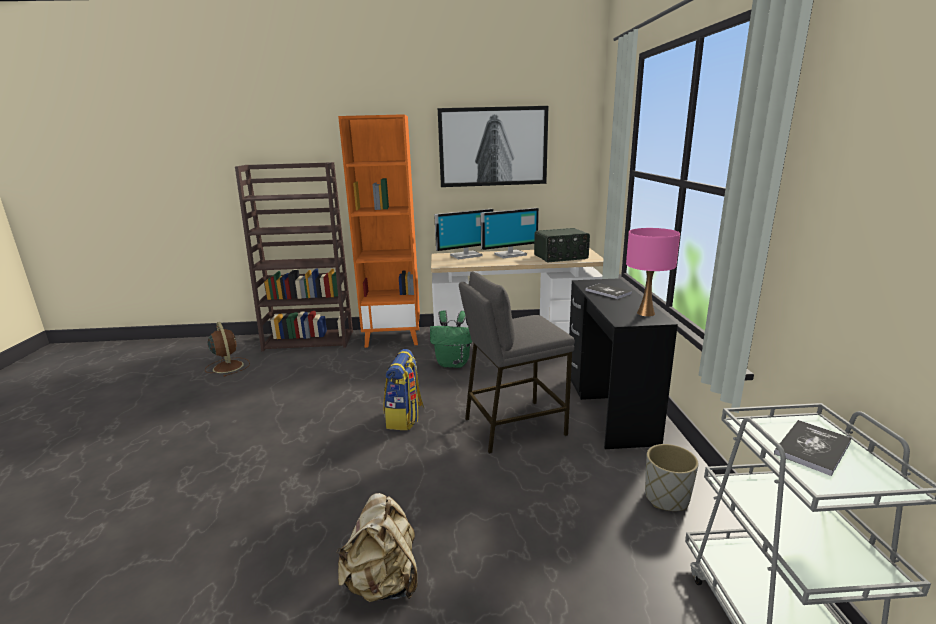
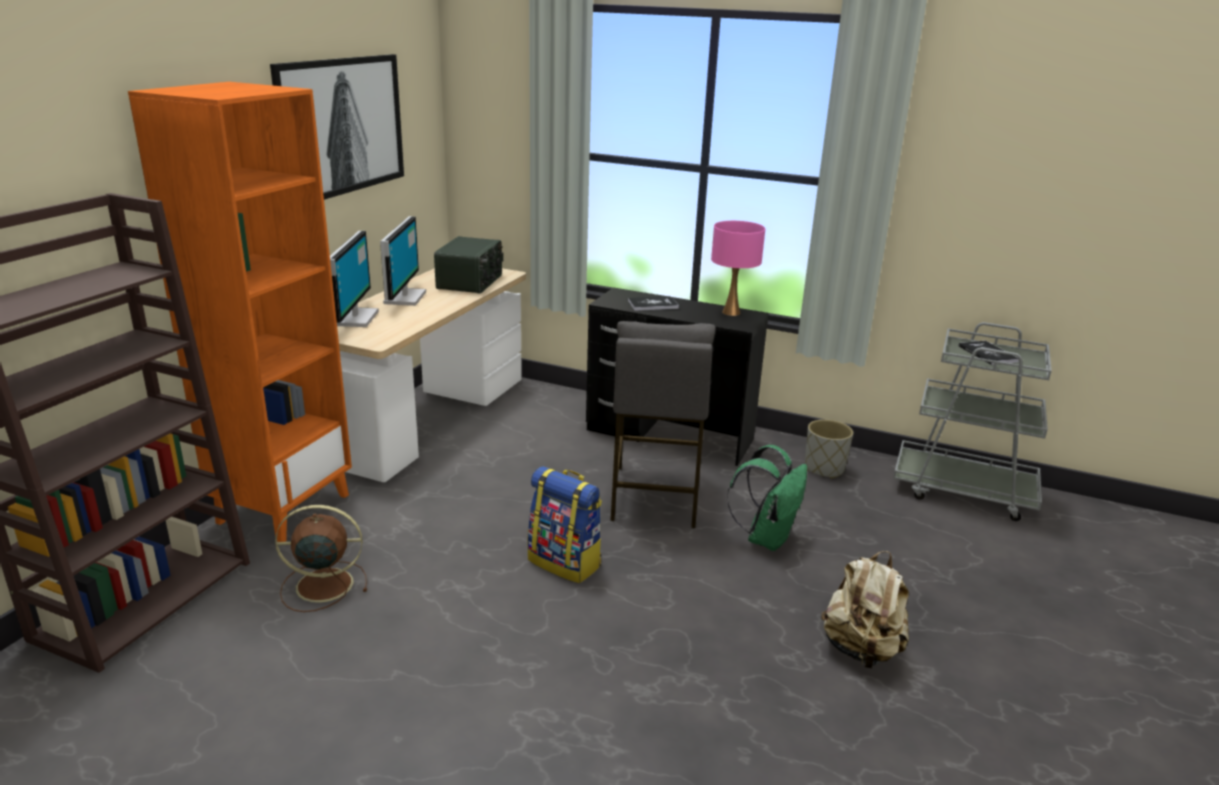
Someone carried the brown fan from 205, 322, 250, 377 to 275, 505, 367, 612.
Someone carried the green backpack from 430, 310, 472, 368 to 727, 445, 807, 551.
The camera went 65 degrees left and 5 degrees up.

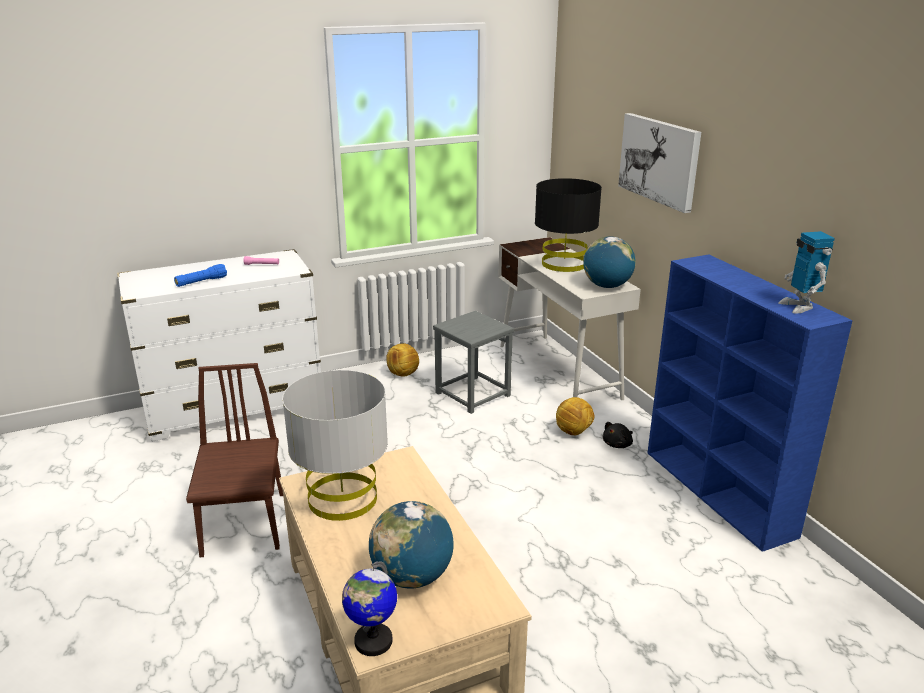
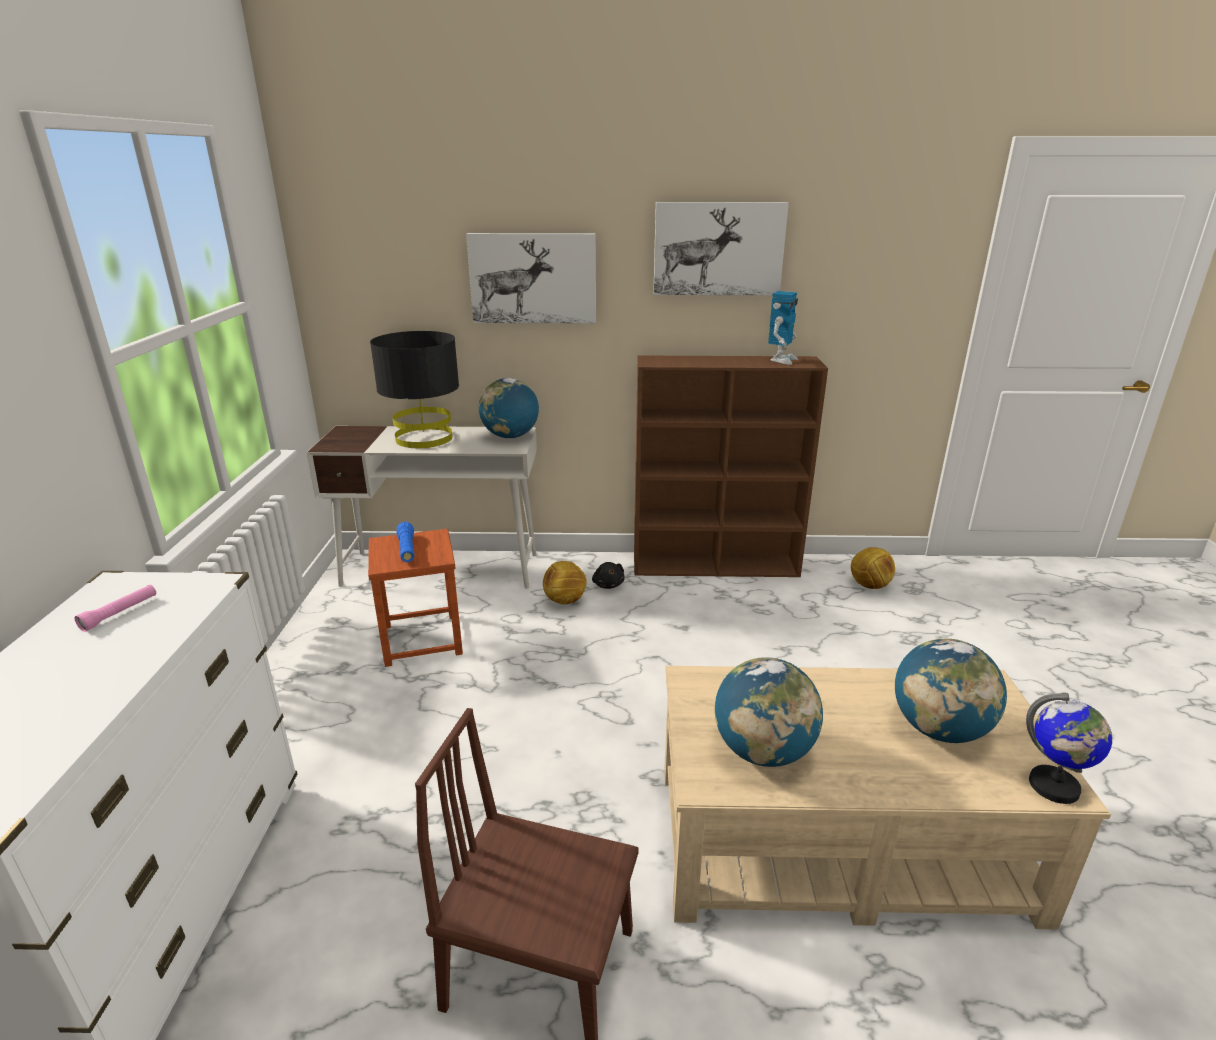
Someone carried the blue flashlight from 174, 264, 227, 287 to 397, 522, 414, 562.
Someone swapped the grey table lamp at 282, 370, 388, 521 for the globe at 715, 657, 823, 767.
Someone carried the football from 386, 344, 419, 377 to 851, 547, 895, 589.
Someone repainted the grey stool at 433, 311, 514, 414, which became the brown stool at 368, 529, 463, 667.
Someone repainted the blue bookcase at 647, 255, 853, 552, which became the brown bookcase at 634, 355, 828, 577.
Someone rotated the toy robot at 778, 231, 835, 314 by 75 degrees counterclockwise.
Someone put up the picture at 653, 202, 789, 295.
The camera went 65 degrees left and 0 degrees up.

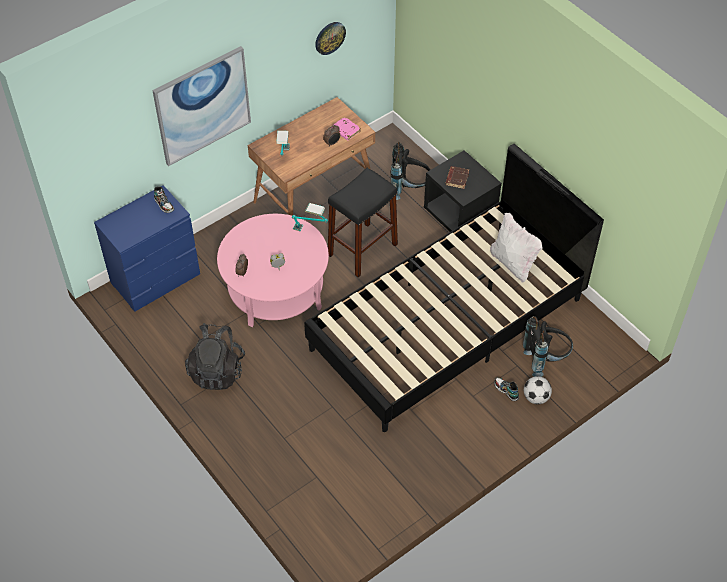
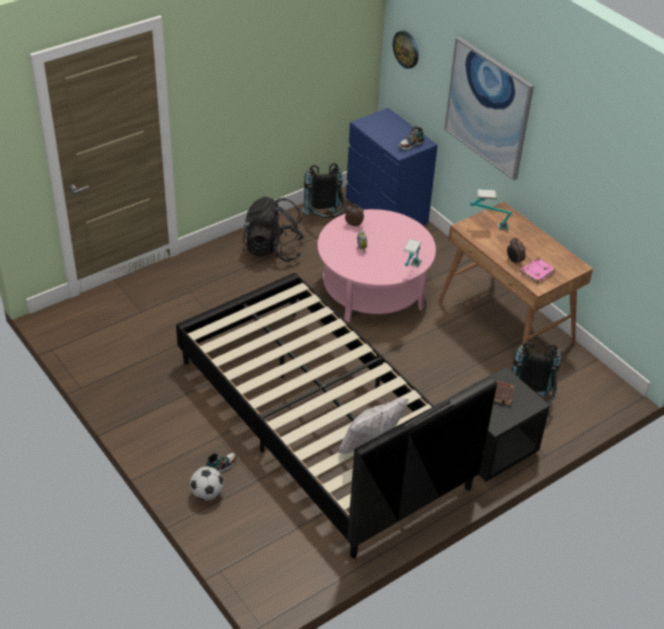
Someone carried the wall clock from 315, 22, 346, 55 to 393, 31, 419, 69.
Someone took away the black stool at 328, 168, 398, 277.
Someone carried the black backpack from 523, 316, 573, 377 to 302, 163, 345, 218.
The camera went 90 degrees right and 10 degrees down.

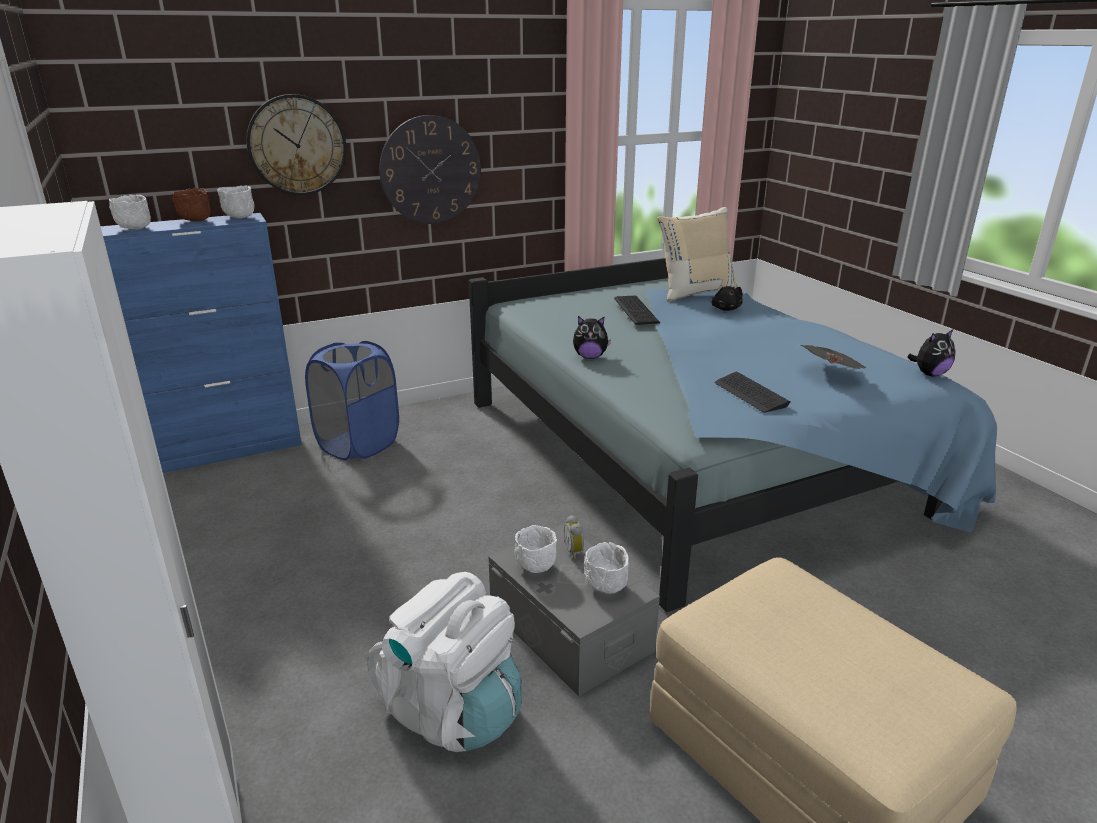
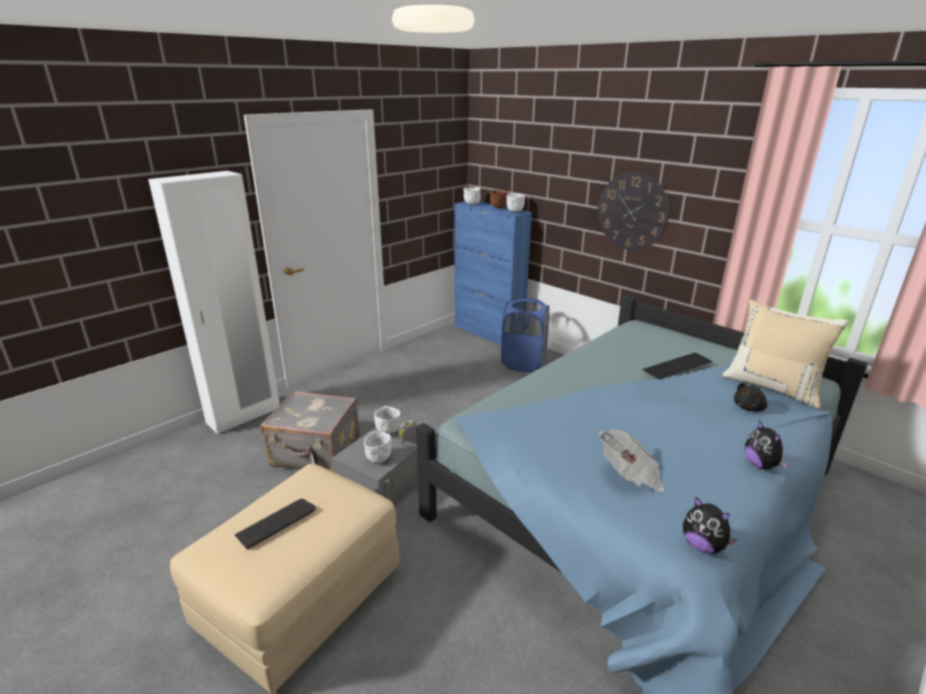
Someone took away the wall clock at 246, 94, 346, 195.
Someone swapped the white backpack at 367, 572, 522, 752 for the grey suitcase at 261, 391, 360, 472.
Someone carried the plush toy from 573, 316, 611, 359 to 745, 420, 788, 470.
Someone carried the keyboard from 715, 371, 791, 413 to 235, 499, 316, 549.
The camera went 70 degrees right and 0 degrees up.

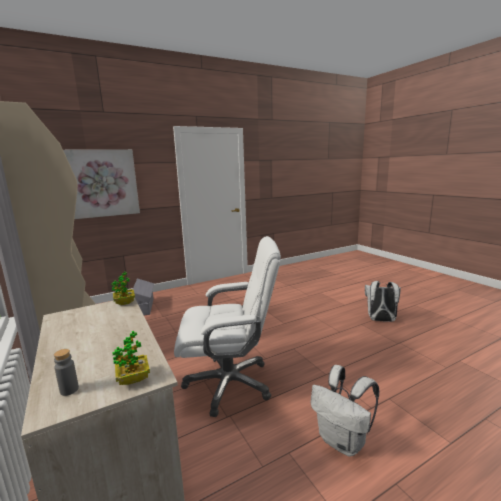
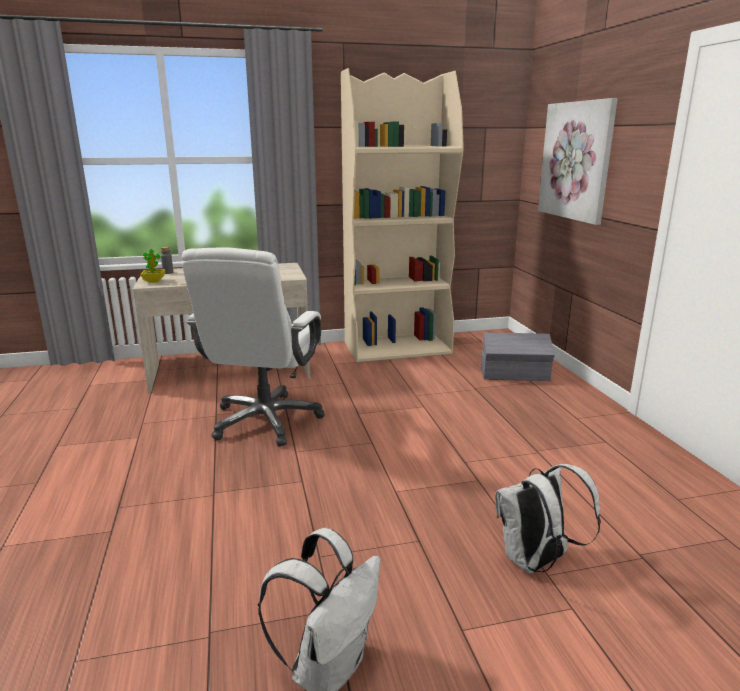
Someone took away the potted plant at 111, 271, 135, 305.
Someone carried the white backpack from 311, 365, 379, 457 to 495, 464, 601, 573.
The camera went 105 degrees right and 5 degrees up.

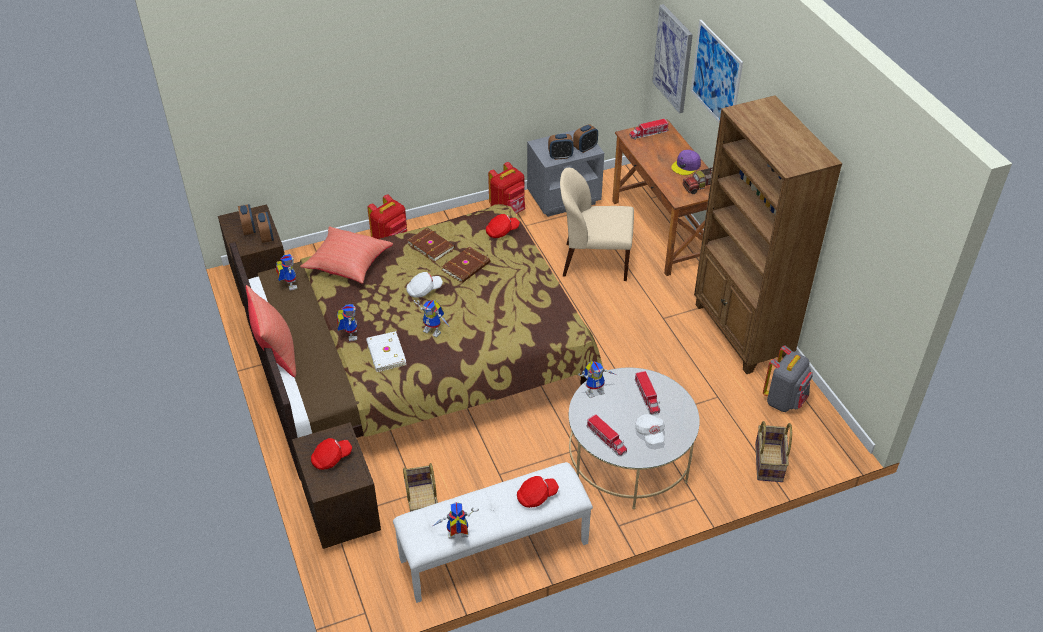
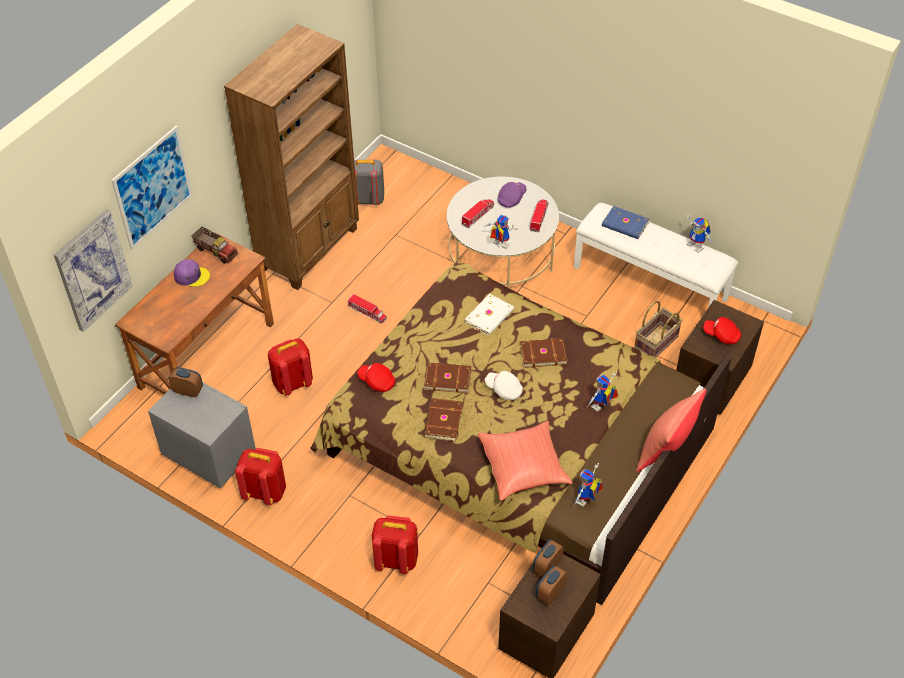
Someone carried the white book from 366, 331, 406, 372 to 465, 294, 514, 336.
Someone swapped the toy robot at 414, 300, 450, 337 for the brown book at 520, 338, 567, 368.
Someone swapped the red cap at 517, 476, 559, 508 for the blue book at 602, 206, 649, 239.
Someone took away the alarm clock at 548, 134, 574, 160.
Someone swapped the beige chair at 560, 168, 634, 281 for the red backpack at 268, 338, 313, 396.
Someone carried the toy truck from 629, 119, 669, 140 to 348, 294, 387, 323.
Someone repainted the white cap at 635, 414, 665, 444, which became the purple cap at 497, 182, 526, 208.
Someone took away the basket at 755, 421, 792, 482.
The camera went 125 degrees left and 5 degrees up.

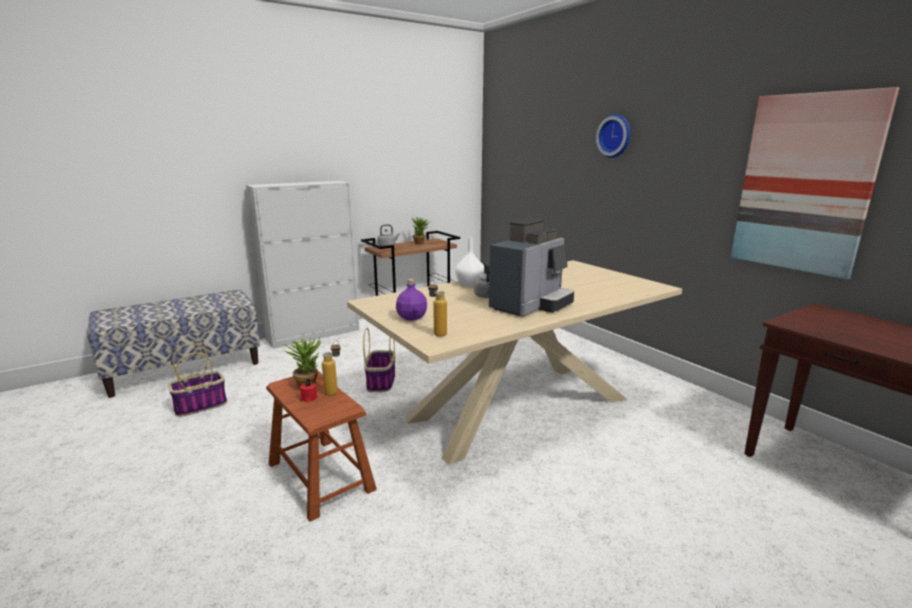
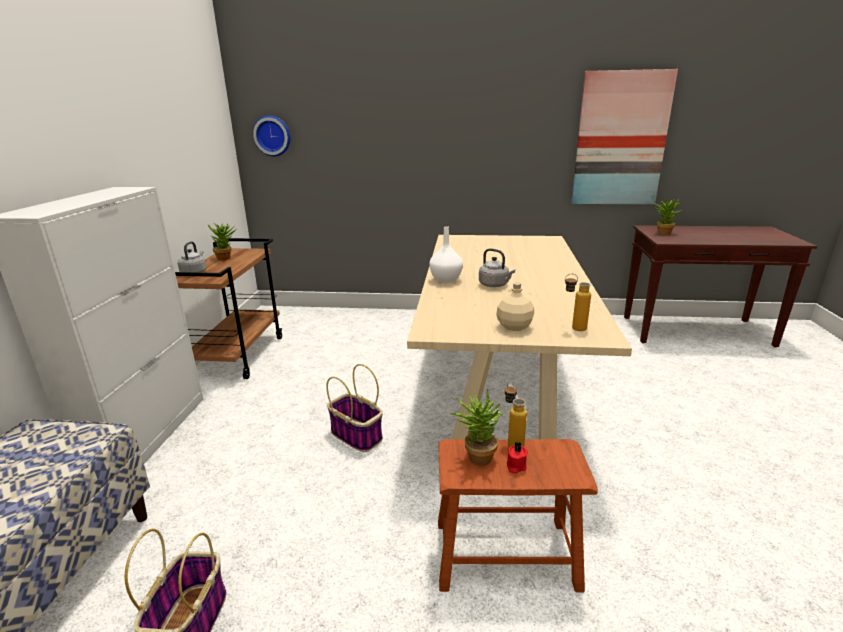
Someone repainted the purple bottle at 396, 279, 427, 321, which became the beige bottle at 496, 282, 534, 331.
Someone took away the coffee machine at 489, 218, 574, 317.
Someone carried the wall clock from 596, 114, 631, 158 to 253, 115, 290, 157.
Someone put down the potted plant at 653, 198, 682, 235.
The camera went 50 degrees left and 5 degrees up.

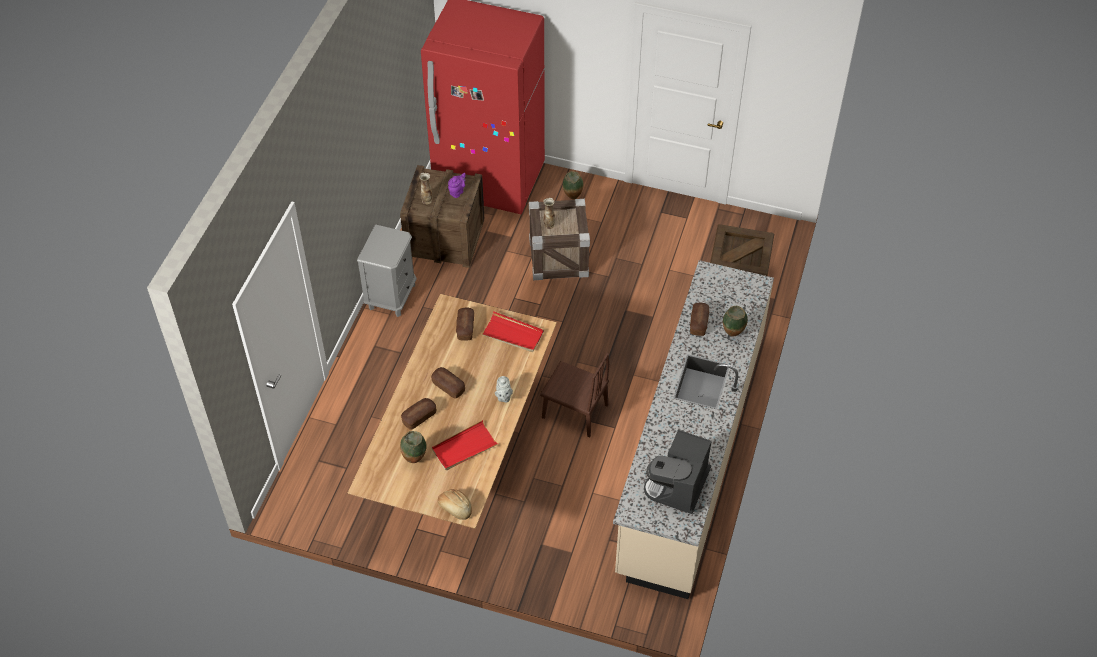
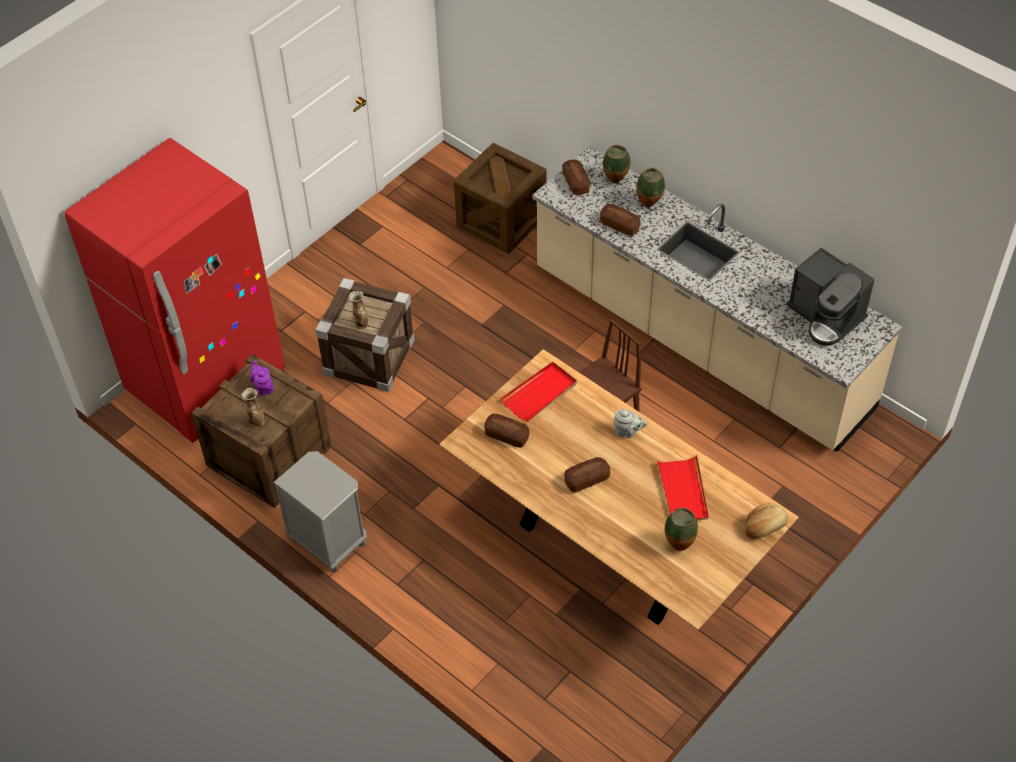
Someone carried the bread from 401, 398, 437, 430 to 562, 160, 590, 195.
Someone carried the vase from 563, 171, 583, 199 to 603, 145, 631, 183.
The camera went 65 degrees left and 0 degrees up.

